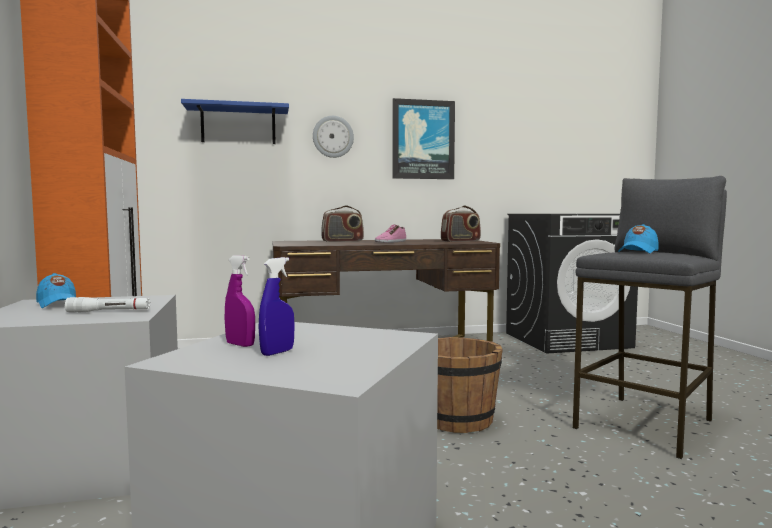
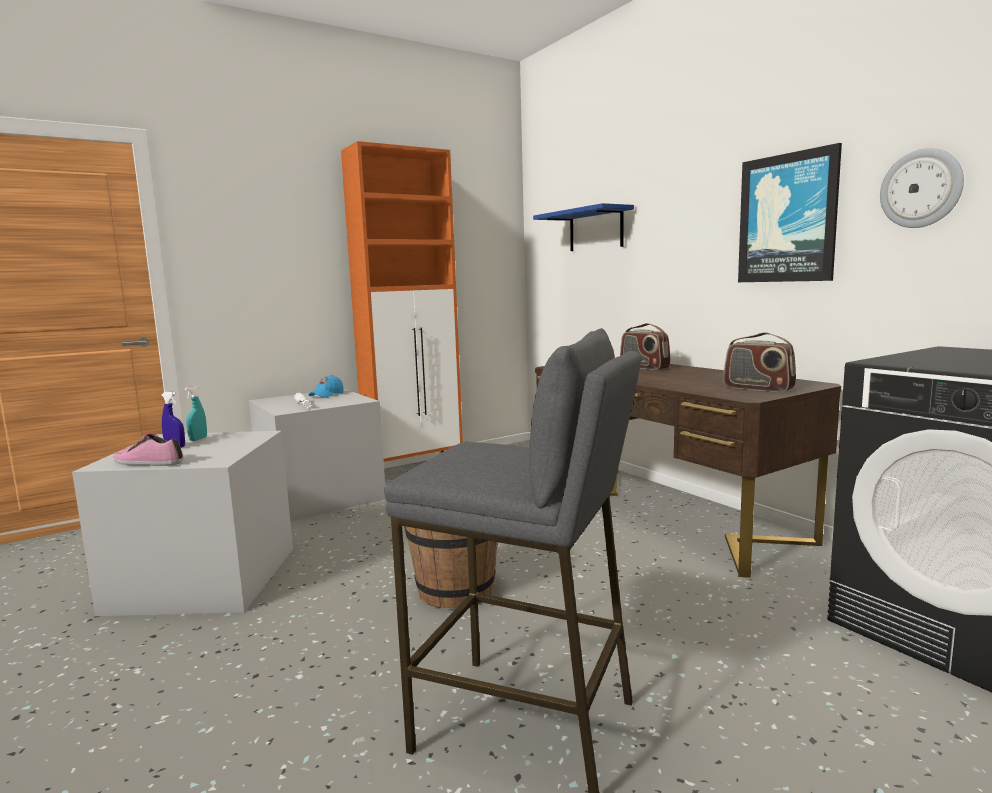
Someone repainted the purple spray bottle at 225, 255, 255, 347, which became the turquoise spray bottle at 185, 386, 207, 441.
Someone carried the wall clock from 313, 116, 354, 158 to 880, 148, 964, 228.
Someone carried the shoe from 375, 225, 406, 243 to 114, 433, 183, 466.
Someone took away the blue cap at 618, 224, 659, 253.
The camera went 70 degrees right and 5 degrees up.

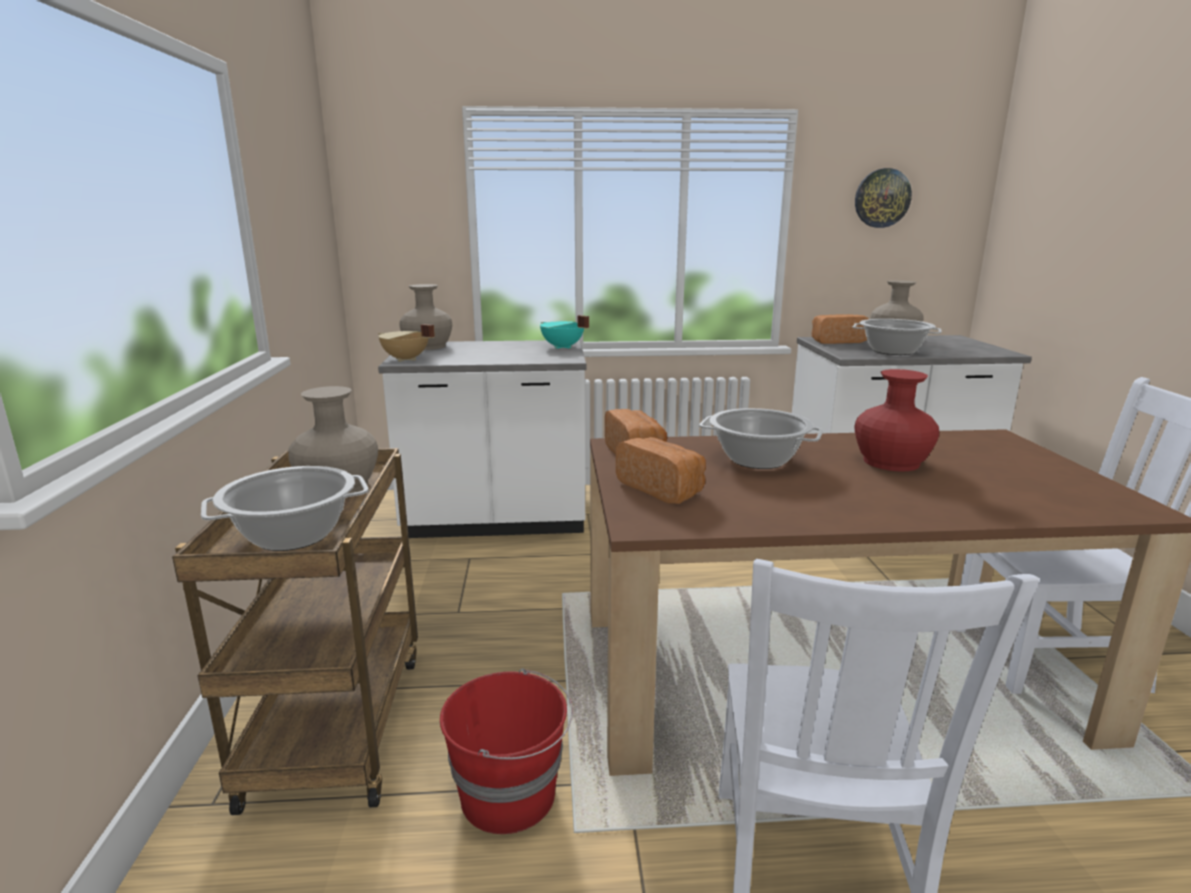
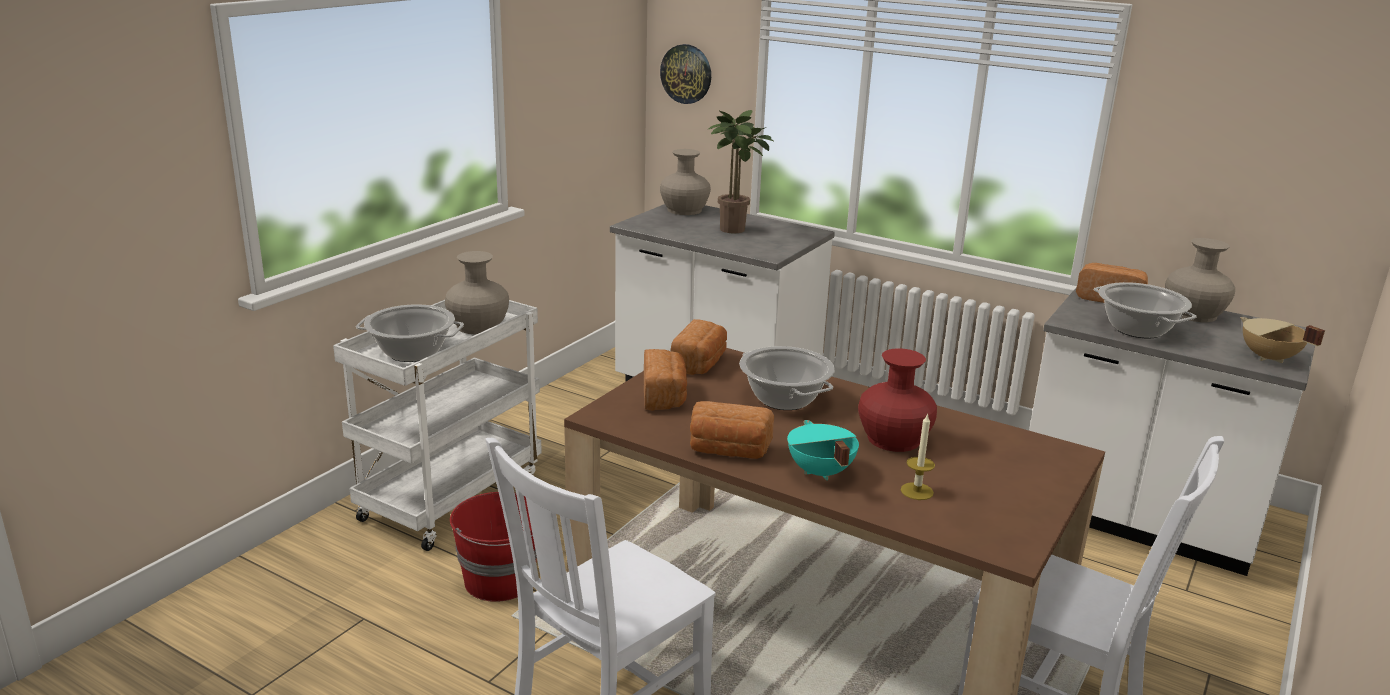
Someone repainted the brown cart at 172, 448, 418, 815, which became the white cart at 333, 300, 542, 551.
Someone carried the beige cooking pot from 378, 324, 435, 362 to 1240, 317, 1325, 363.
Someone carried the turquoise cooking pot from 540, 315, 589, 349 to 787, 420, 859, 480.
Someone carried the wall clock from 855, 168, 912, 228 to 660, 44, 711, 104.
Someone put down the bread at 690, 401, 774, 459.
Someone put down the potted plant at 709, 110, 773, 233.
Someone put down the candle at 901, 413, 935, 500.
The camera went 35 degrees right and 5 degrees up.

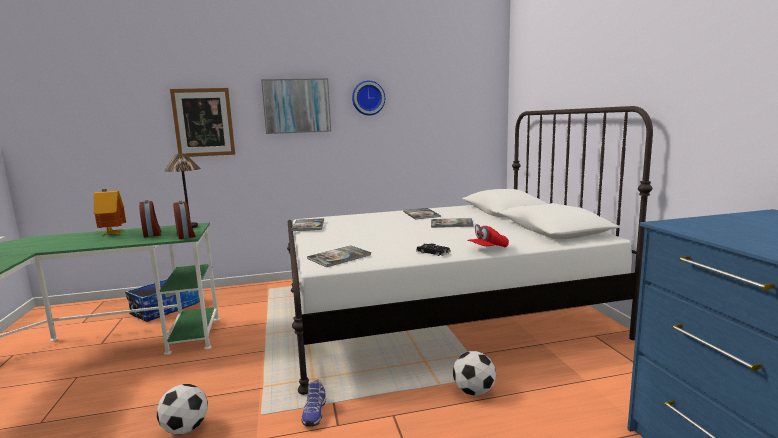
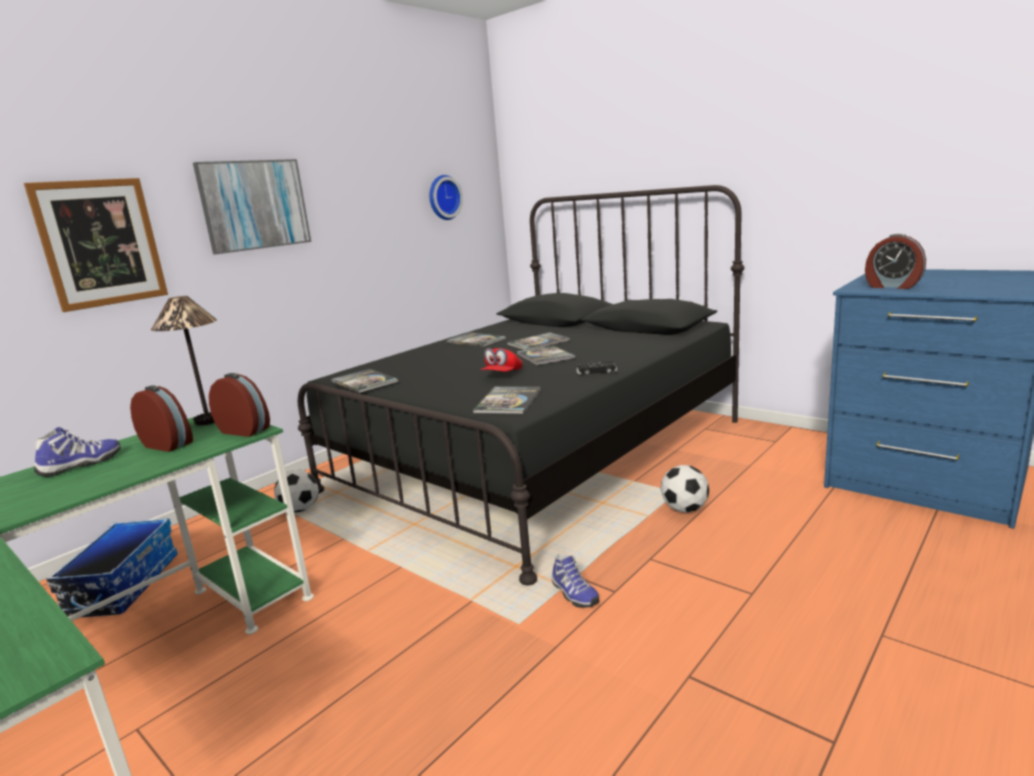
Someone swapped the toy house at 94, 189, 126, 236 for the shoe at 34, 427, 121, 477.
Someone carried the football from 157, 384, 208, 434 to 274, 470, 319, 512.
Someone repainted the white bed at 287, 106, 653, 395, which became the black bed at 298, 185, 744, 585.
Someone carried the wall clock from 352, 81, 385, 115 to 429, 175, 463, 220.
Someone carried the red cap from 467, 224, 509, 248 to 481, 348, 522, 372.
Someone put down the book at 517, 345, 575, 365.
Someone put down the alarm clock at 865, 234, 926, 289.
The camera went 35 degrees left and 5 degrees up.

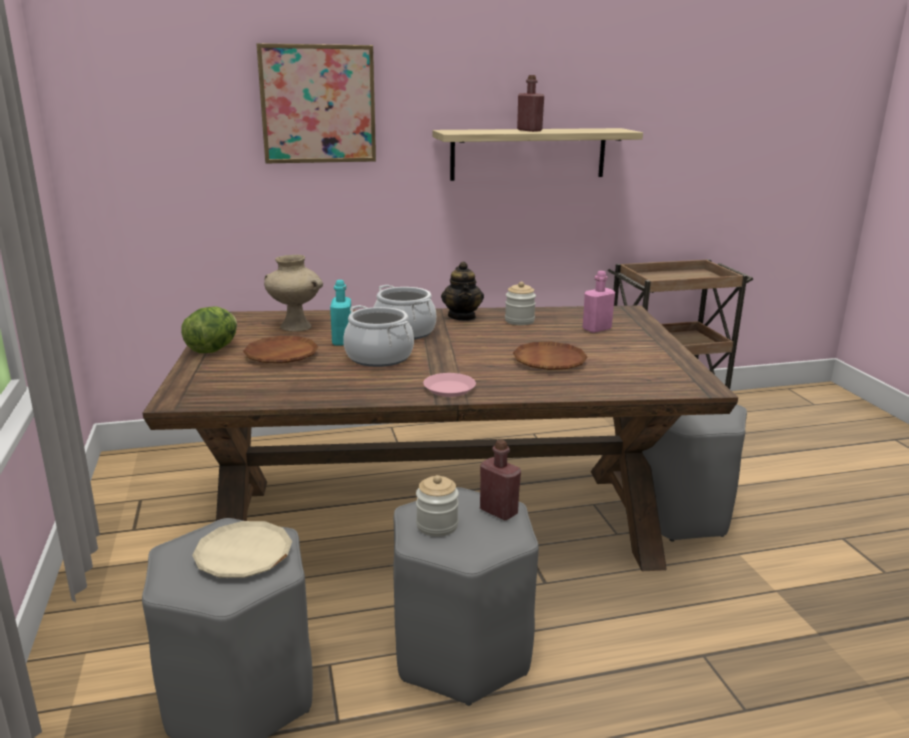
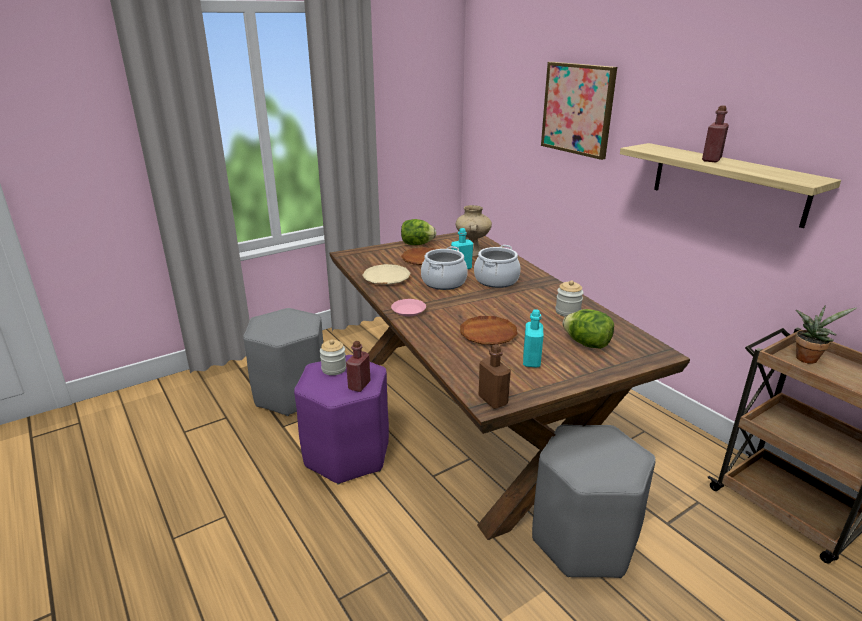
Someone carried the beige plate from 192, 521, 292, 578 to 363, 264, 411, 285.
Someone repainted the grey stool at 393, 487, 539, 706, which became the purple stool at 294, 355, 389, 485.
Someone took away the teapot at 441, 261, 484, 321.
Someone swapped the pink bottle at 583, 271, 615, 333 for the lettuce at 563, 309, 614, 349.
Someone put down the brown bottle at 478, 344, 511, 409.
Someone put down the turquoise bottle at 523, 309, 543, 368.
Someone put down the potted plant at 795, 305, 857, 364.
The camera went 70 degrees right and 5 degrees up.

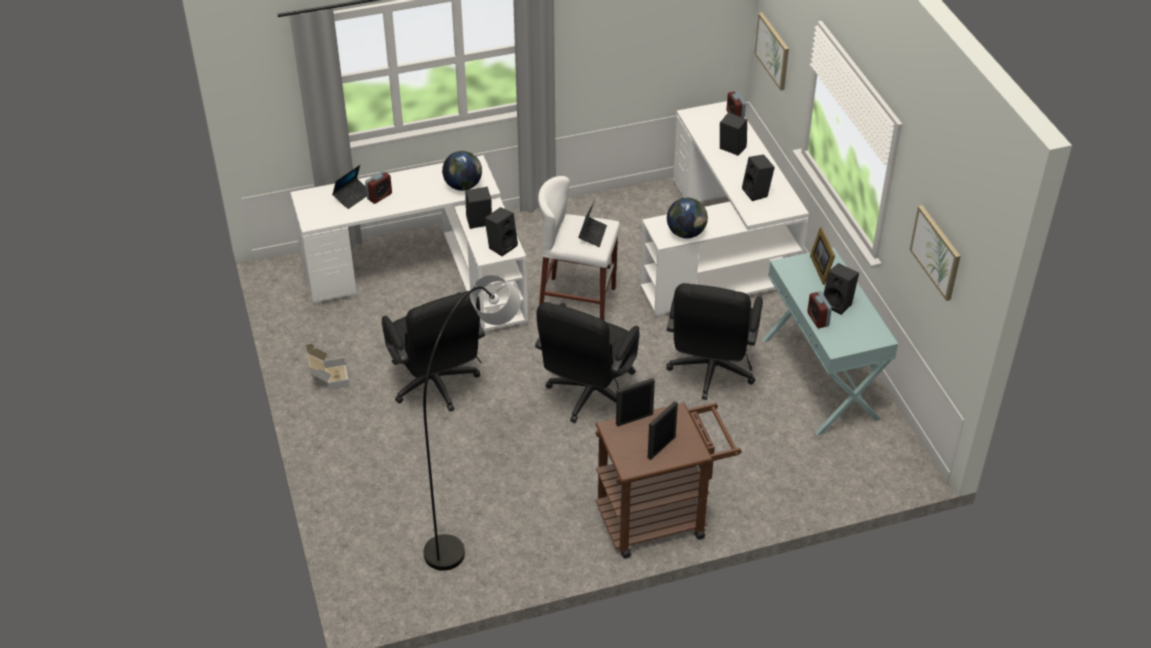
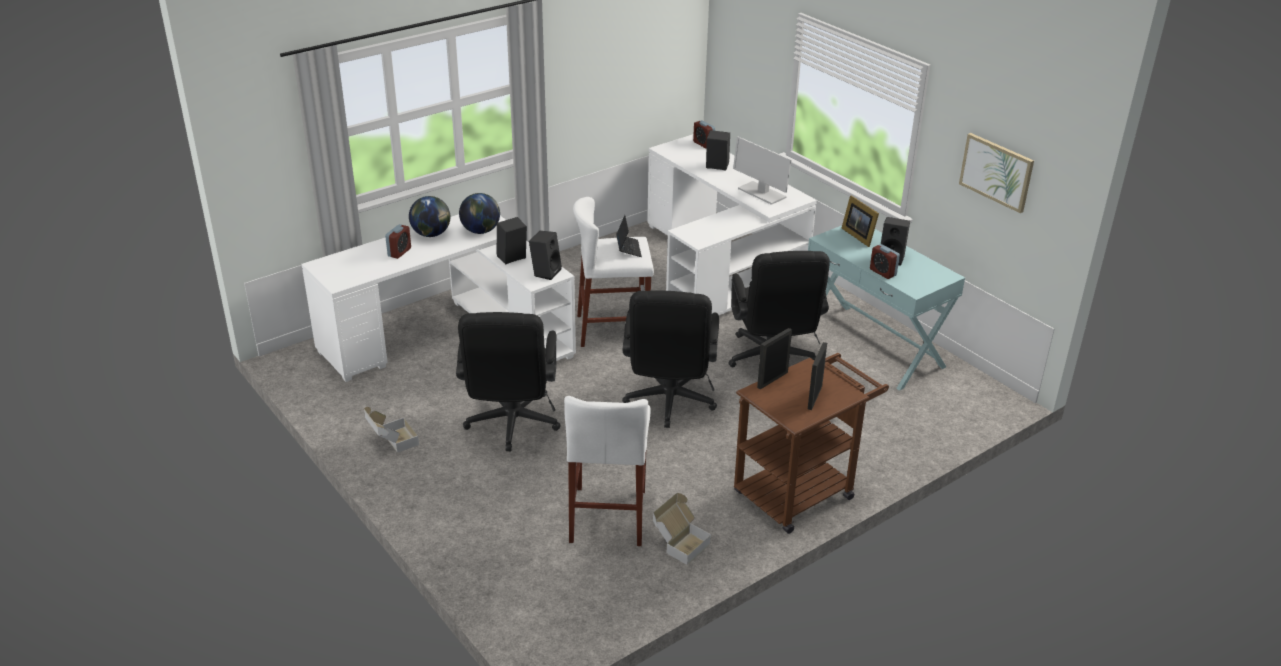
Someone took away the laptop at 332, 165, 367, 209.
Someone rotated the black office chair at 381, 291, 485, 412 by 45 degrees clockwise.
Someone swapped the grey floor lamp at 423, 275, 521, 571 for the white stool at 564, 396, 651, 546.
Someone carried the globe from 667, 198, 708, 238 to 409, 196, 450, 237.
Someone swapped the black speaker at 742, 155, 775, 201 for the monitor at 733, 137, 791, 205.
Someone took away the picture at 755, 12, 789, 91.
Someone put down the cardboard box at 653, 493, 711, 565.
The camera went 20 degrees left and 10 degrees down.

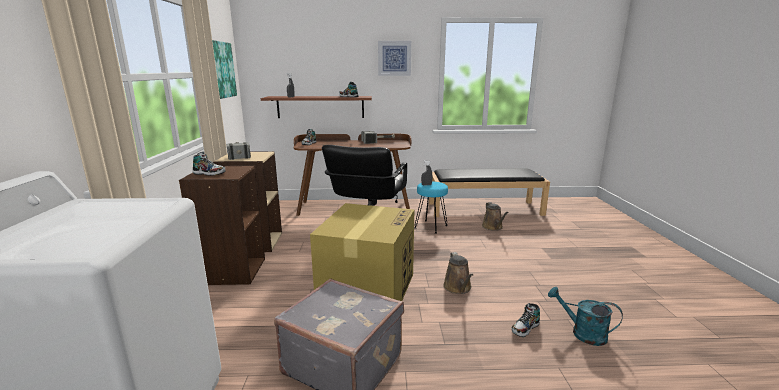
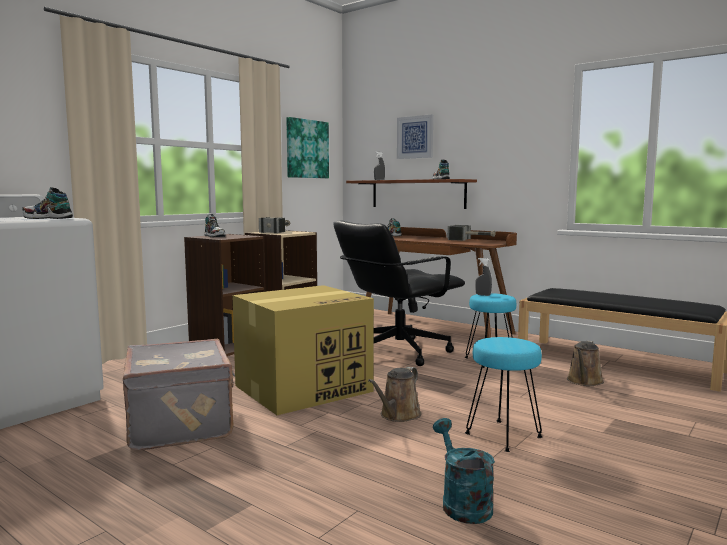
Someone carried the picture from 378, 41, 411, 76 to 397, 115, 433, 159.
Someone carried the shoe from 511, 303, 540, 337 to 22, 187, 73, 219.
Someone put down the turquoise stool at 465, 337, 542, 452.
The camera went 40 degrees right and 10 degrees down.

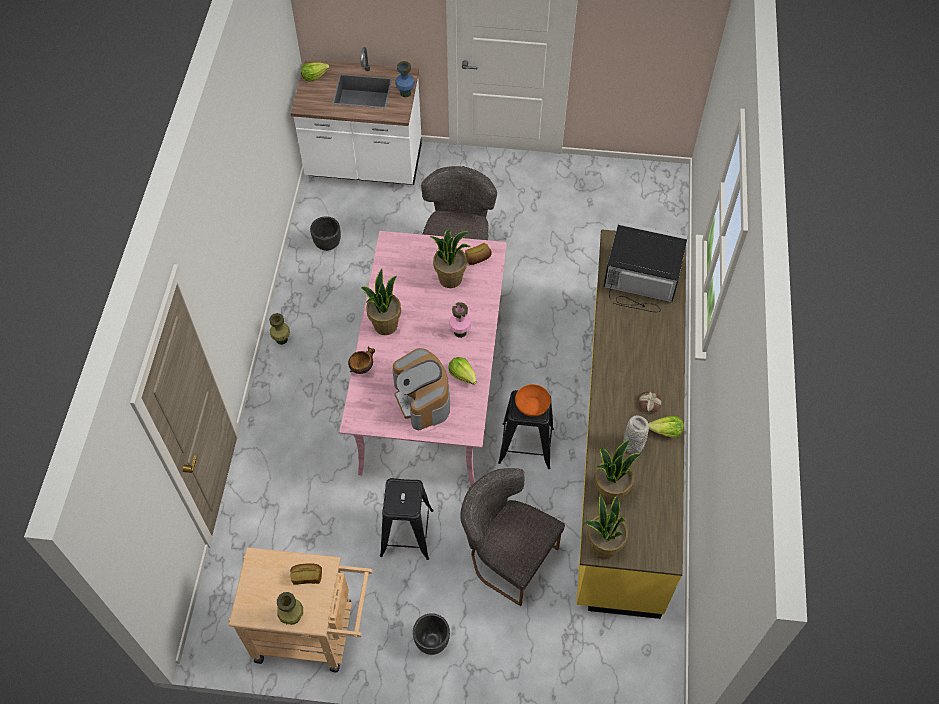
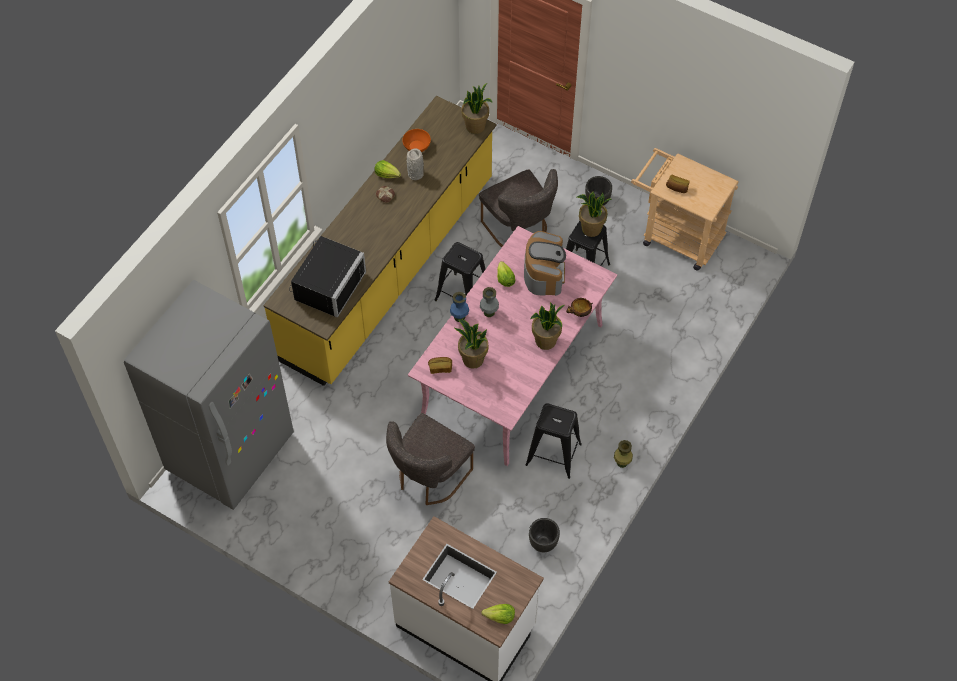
Someone took away the green vase at 277, 592, 303, 625.
Someone carried the blue vase from 395, 61, 415, 97 to 450, 292, 469, 322.
Someone repainted the pink vase at 449, 302, 471, 338, which became the grey vase at 480, 287, 499, 317.
Someone carried the orange bowl from 515, 384, 551, 417 to 402, 129, 431, 152.
Someone carried the potted plant from 594, 439, 641, 504 to 576, 191, 612, 237.
Someone rotated the black microwave at 604, 222, 688, 312 by 105 degrees counterclockwise.
Someone put down the grey fridge at 124, 280, 294, 510.
Someone put down the black stool at 525, 403, 582, 479.
The camera went 155 degrees left and 0 degrees up.

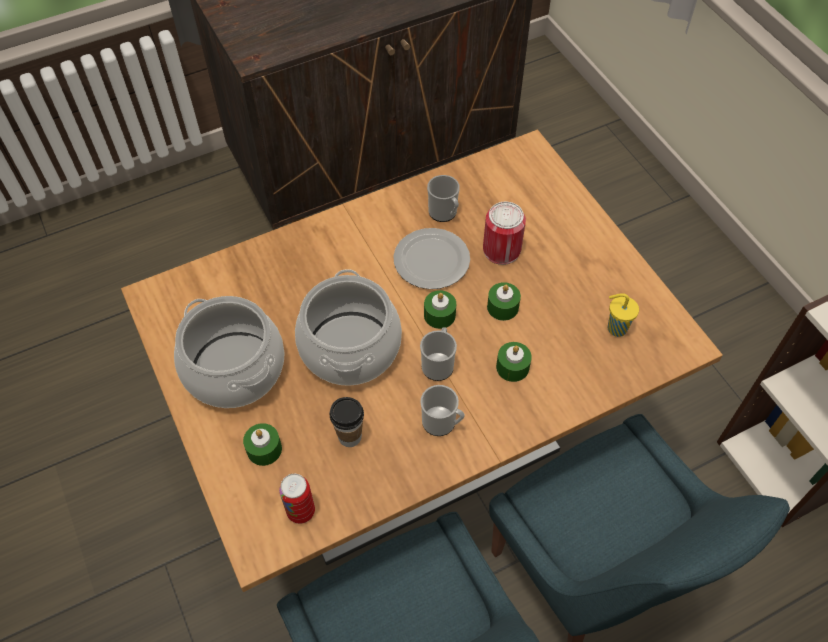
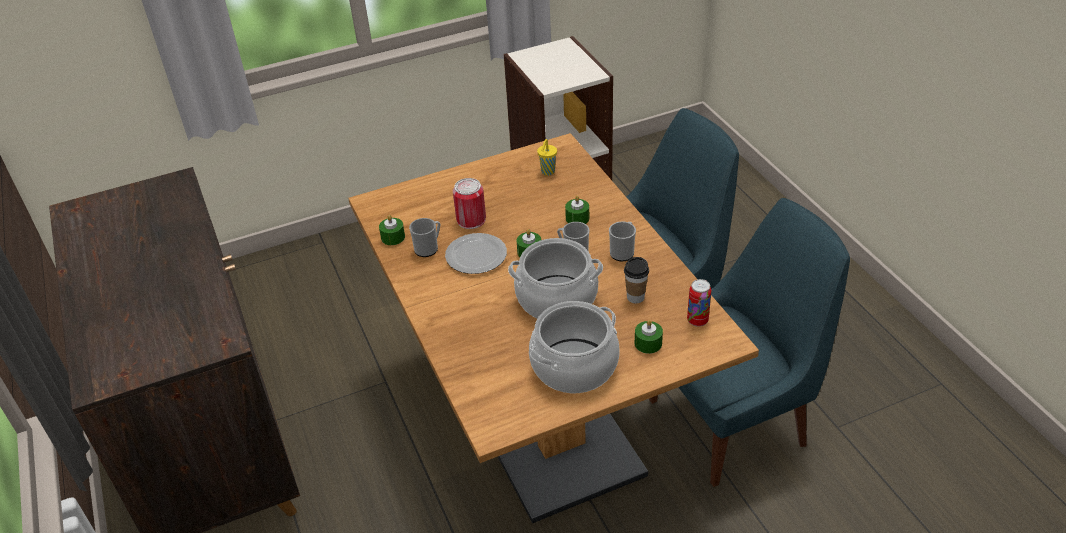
Someone carried the green candle from 487, 282, 521, 321 to 379, 215, 405, 245.
The camera went 85 degrees left and 15 degrees down.

